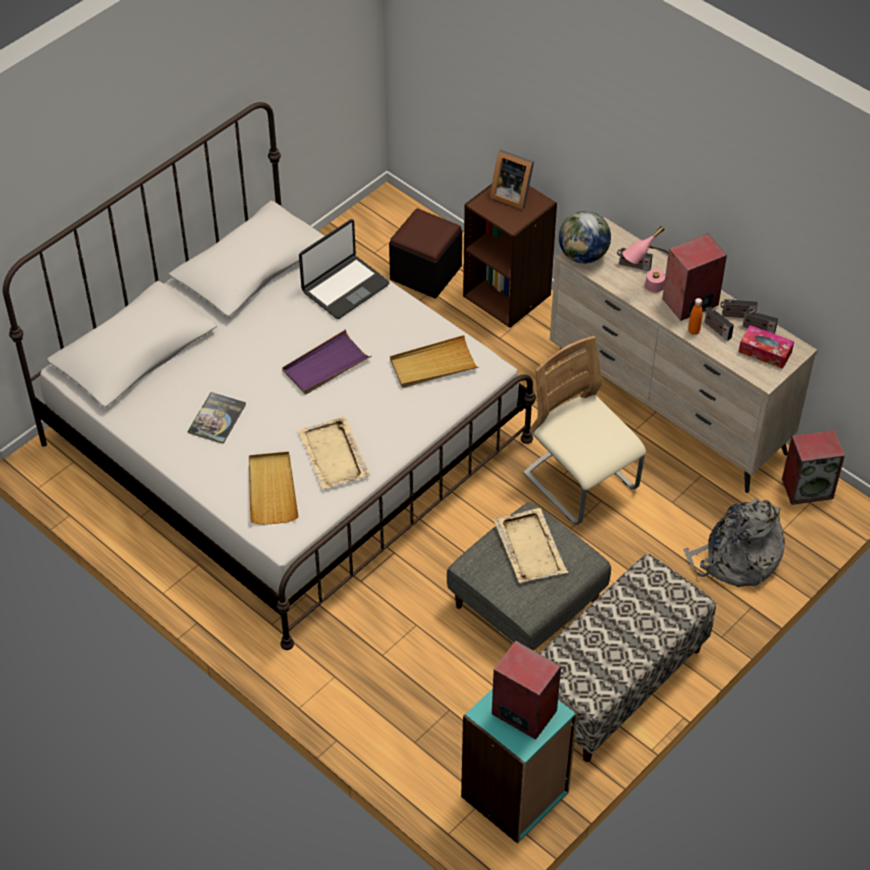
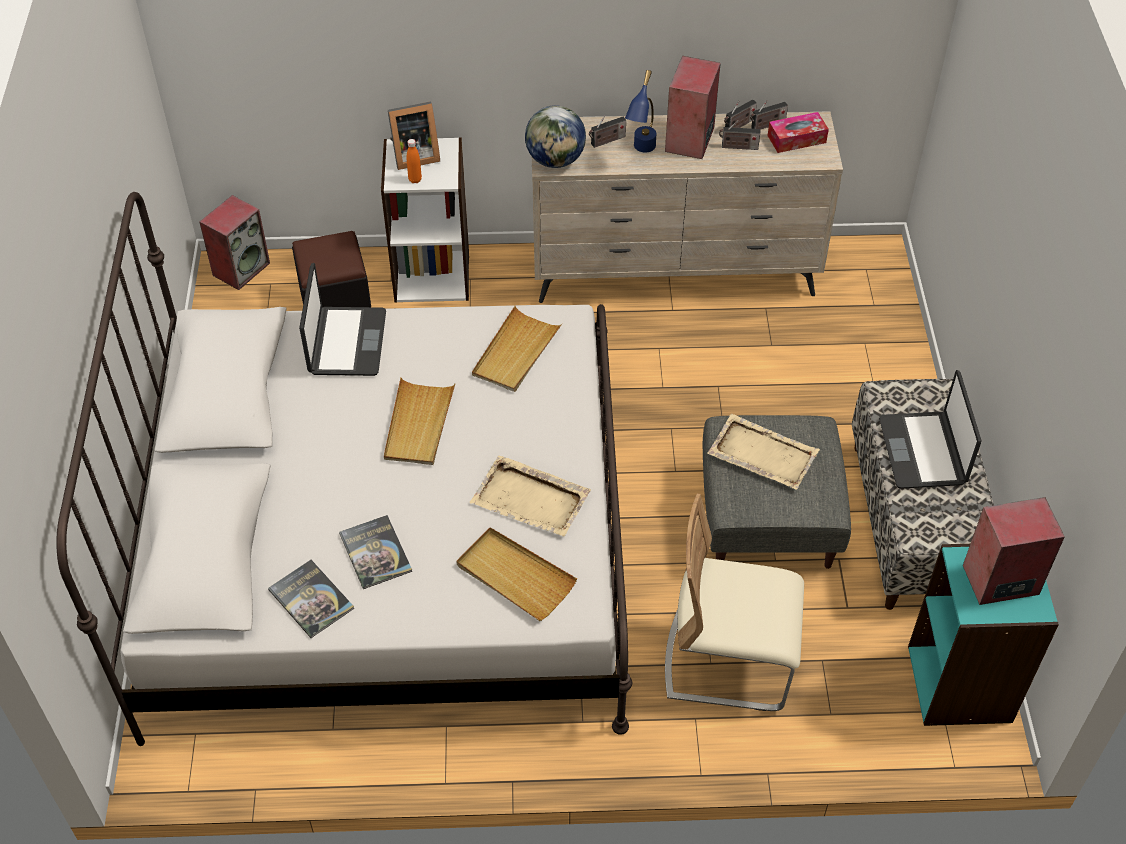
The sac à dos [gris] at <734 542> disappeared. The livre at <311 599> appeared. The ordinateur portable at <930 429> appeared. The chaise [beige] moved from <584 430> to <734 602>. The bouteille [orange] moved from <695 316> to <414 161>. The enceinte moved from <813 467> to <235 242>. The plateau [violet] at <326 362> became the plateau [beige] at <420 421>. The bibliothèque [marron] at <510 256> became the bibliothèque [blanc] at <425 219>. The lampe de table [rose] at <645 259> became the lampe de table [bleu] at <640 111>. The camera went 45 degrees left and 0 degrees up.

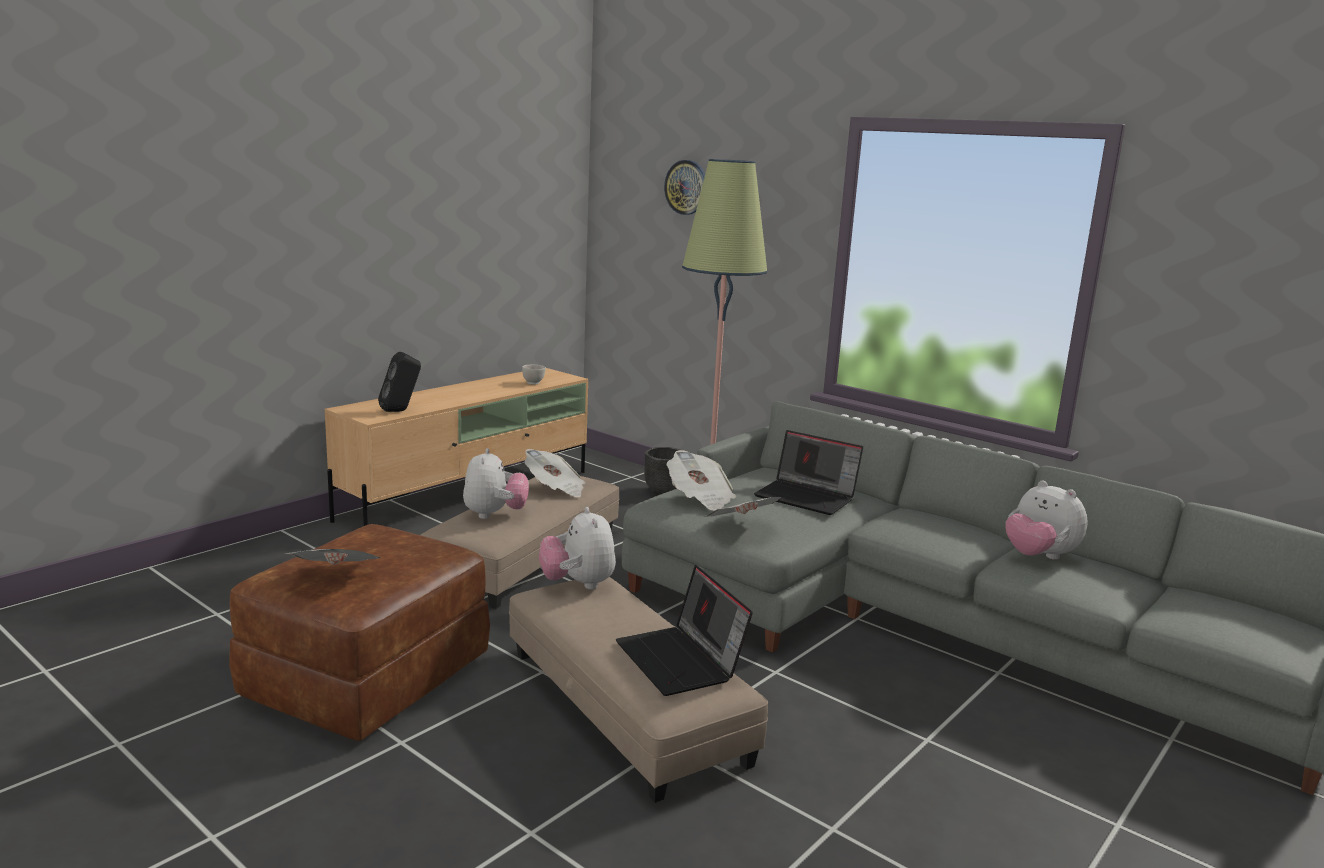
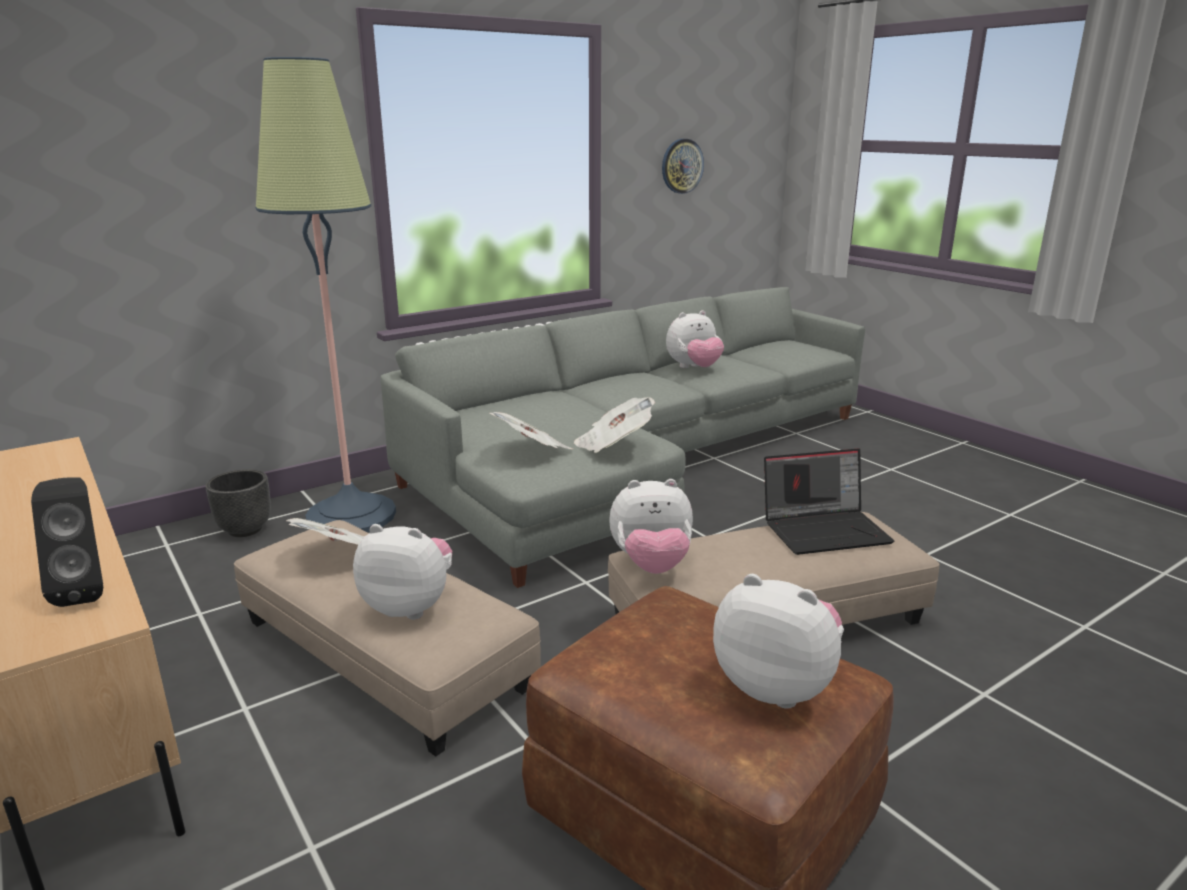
The bol [blanc] at <534 375> disappeared. The ordinateur portable at <808 472> disappeared. The horloge murale moved from <684 187> to <683 166>. The journal at <333 557> was replaced by the peluche at <778 641>. The camera went 75 degrees left and 5 degrees up.

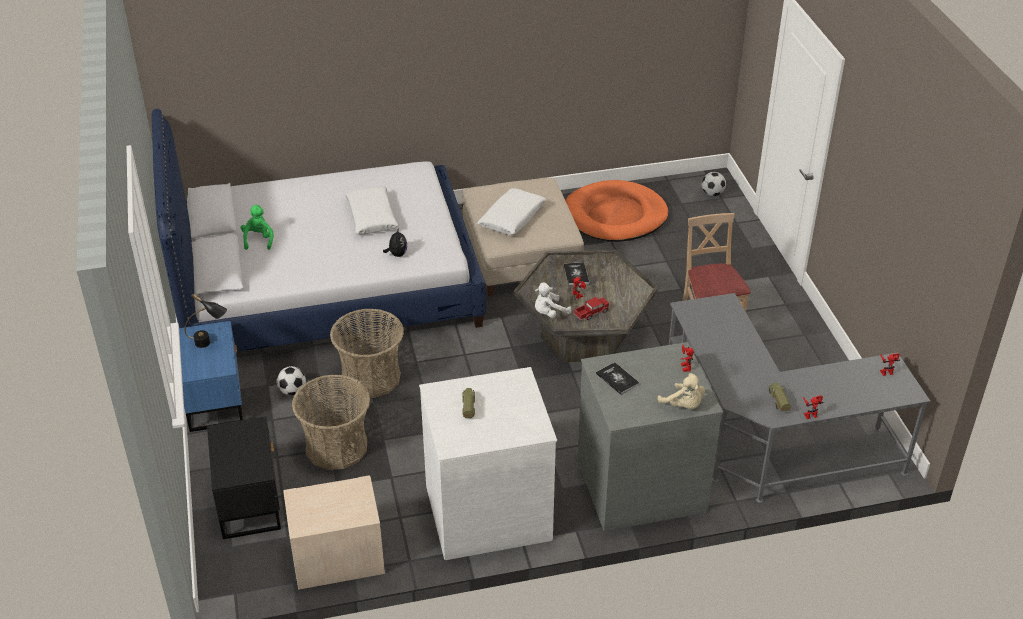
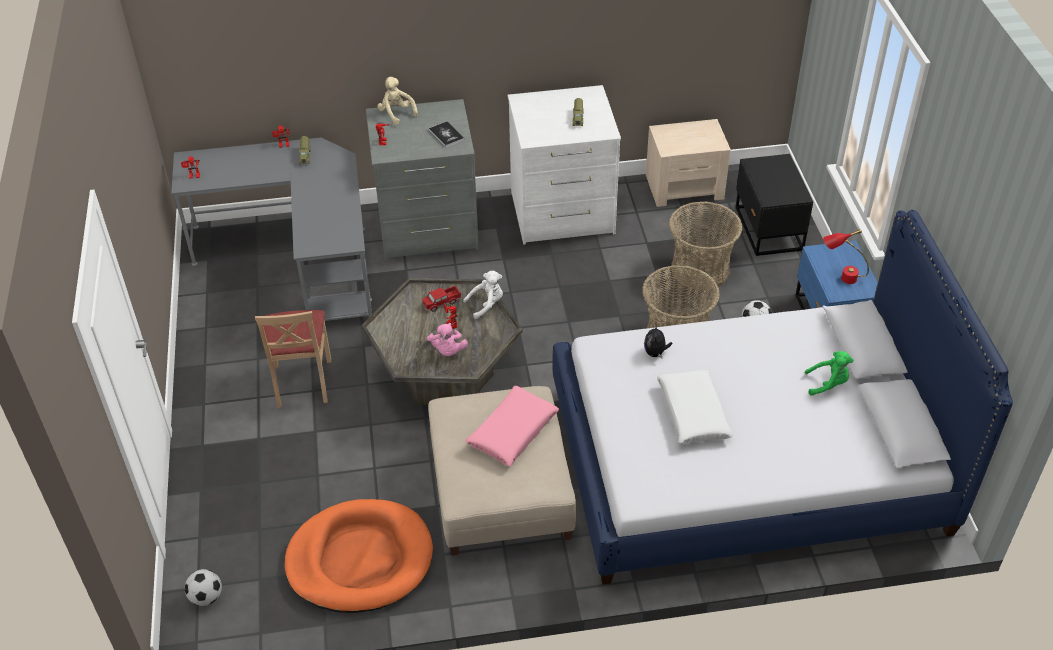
The livre at <576 273> was replaced by the peluche [rose] at <447 339>. The lampe de table [noir] at <206 321> became the lampe de table [rouge] at <846 256>. The coussin [blanc] at <512 211> became the coussin [rose] at <512 426>. The peluche [vert] at <257 227> turned 90 degrees counterclockwise. The camera went 175 degrees left and 5 degrees up.

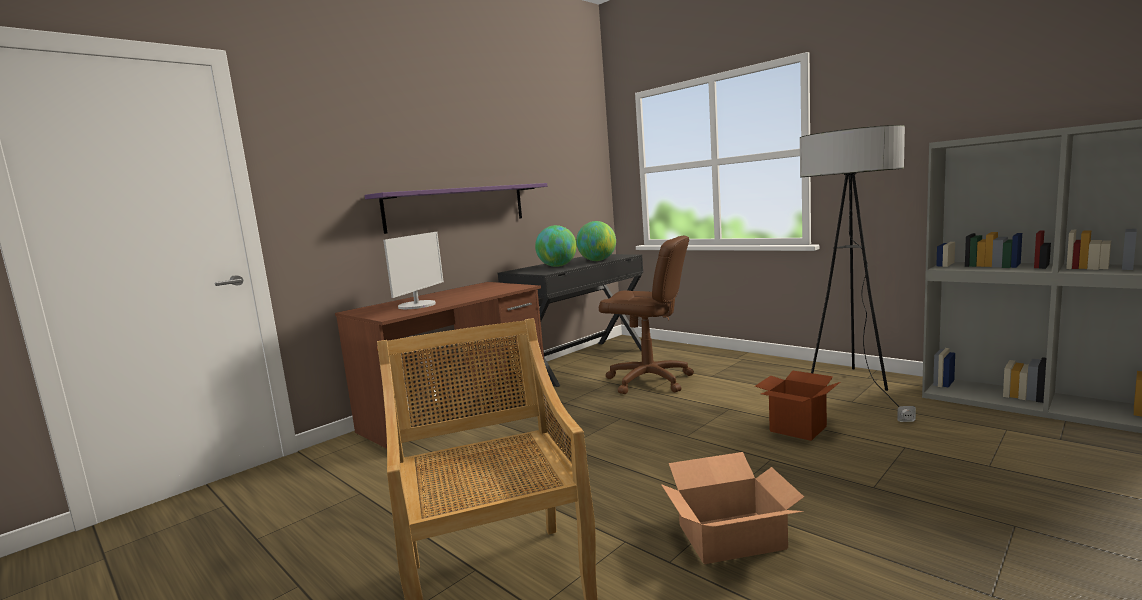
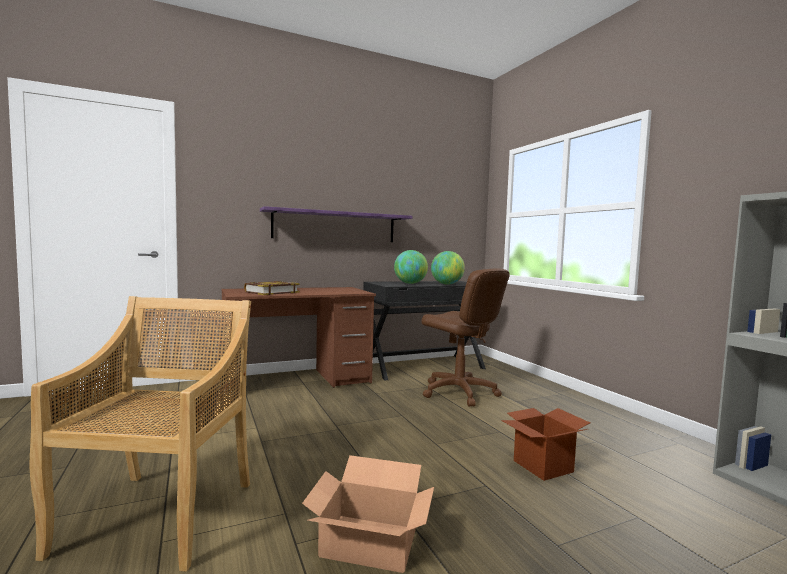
The lampadaire at <858 273> disappeared. The écran d'ordinateur at <413 270> was replaced by the livre at <272 288>. The camera went 20 degrees right and 5 degrees down.

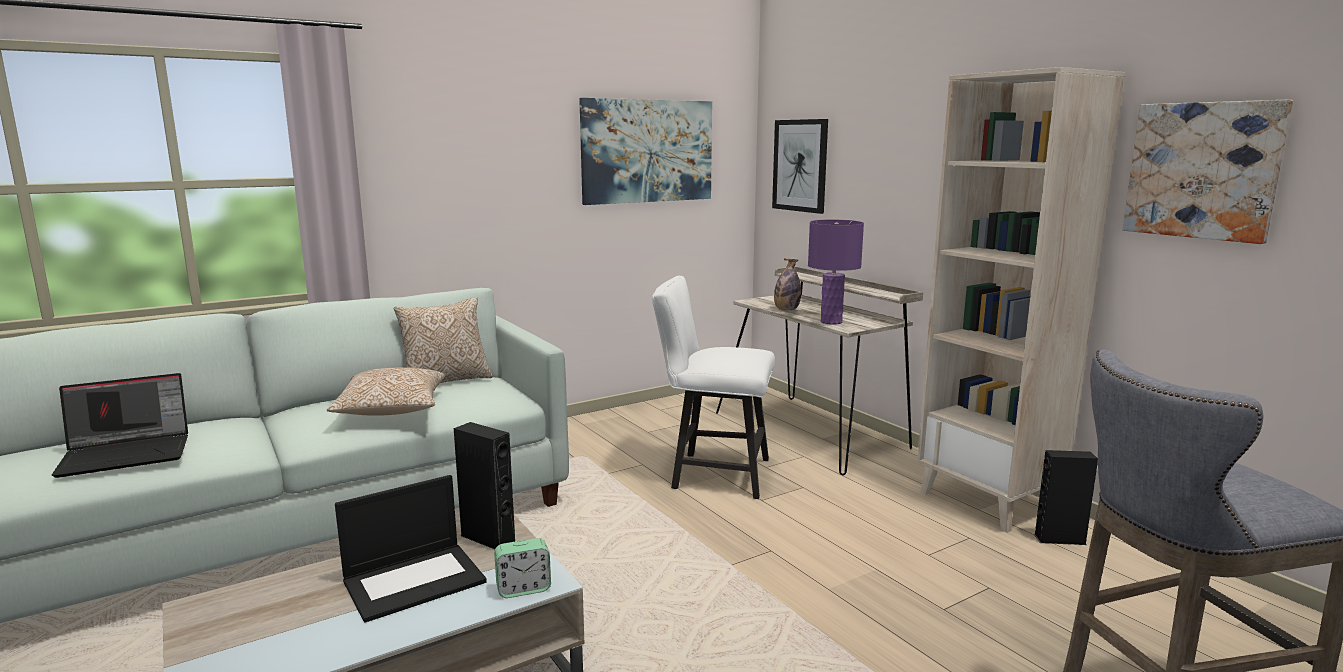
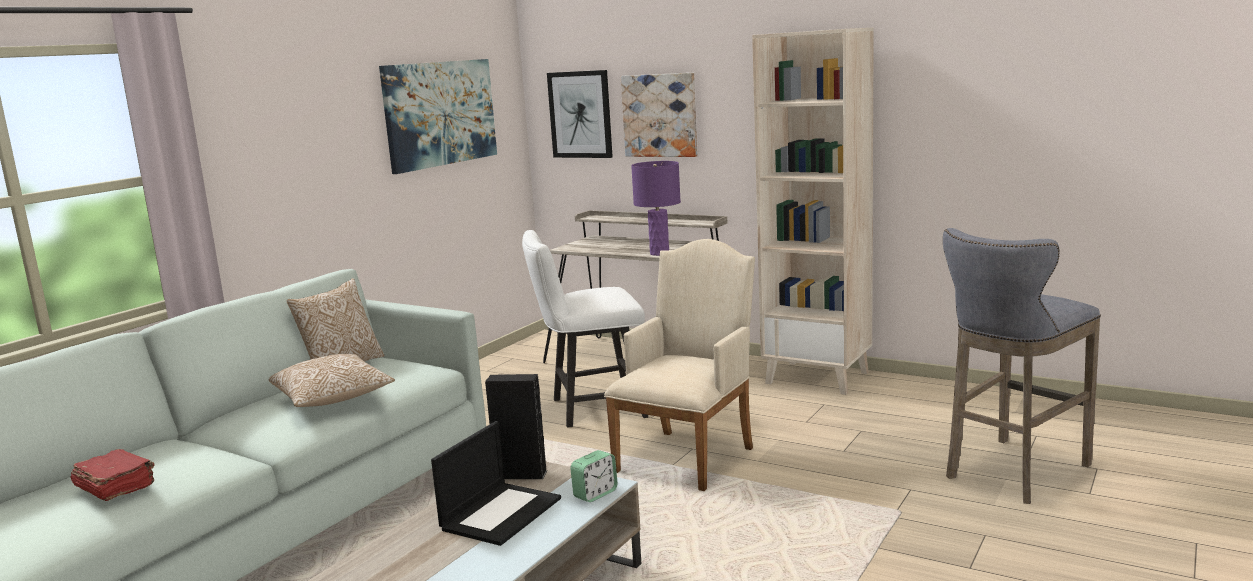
The bouteille at <787 284> disappeared. The enceinte [noir] at <1066 497> disappeared. The fauteuil [beige] at <679 365> appeared. The tableau moved from <1208 172> to <659 115>. The ordinateur portable at <120 425> was replaced by the livre [rouge] at <113 475>. The camera went 25 degrees left and 0 degrees up.

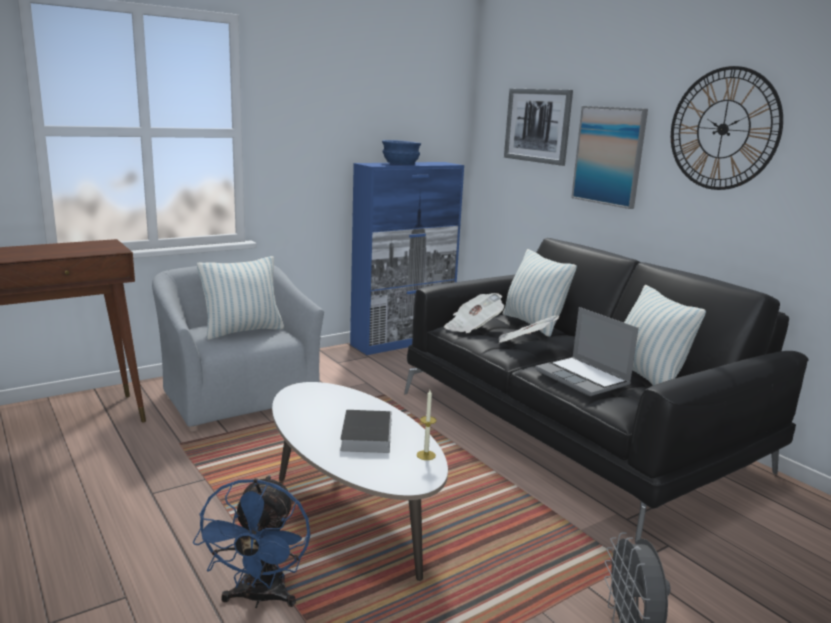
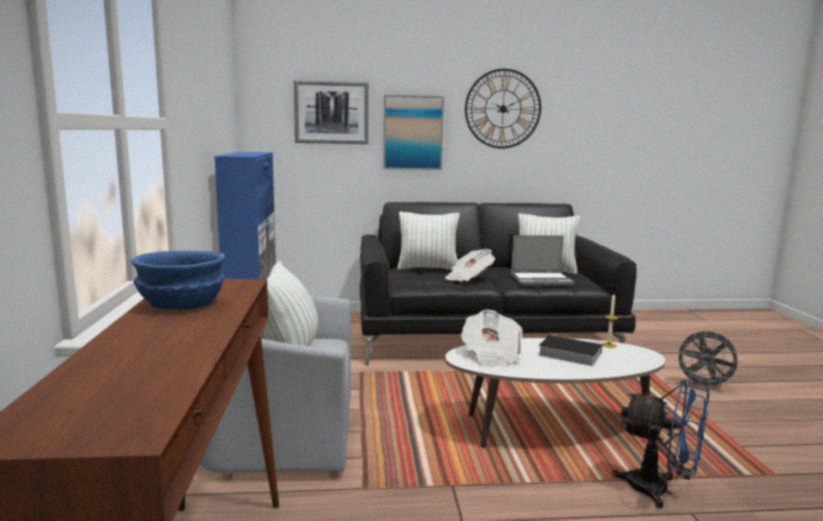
The bol [bleu] moved from <401 152> to <178 280>. The journal moved from <474 313> to <491 339>. The camera went 60 degrees left and 5 degrees down.

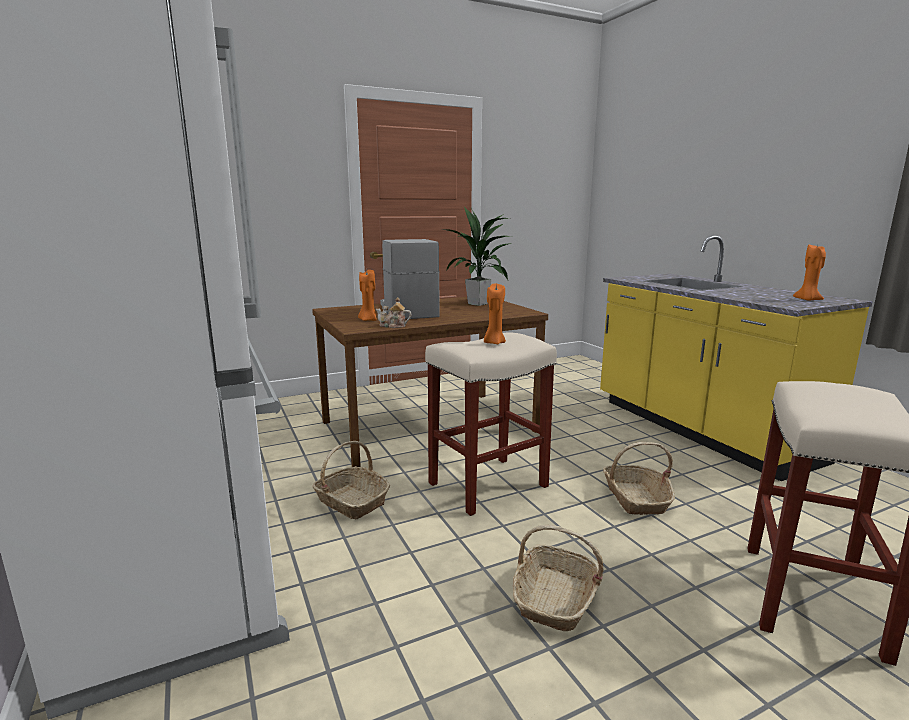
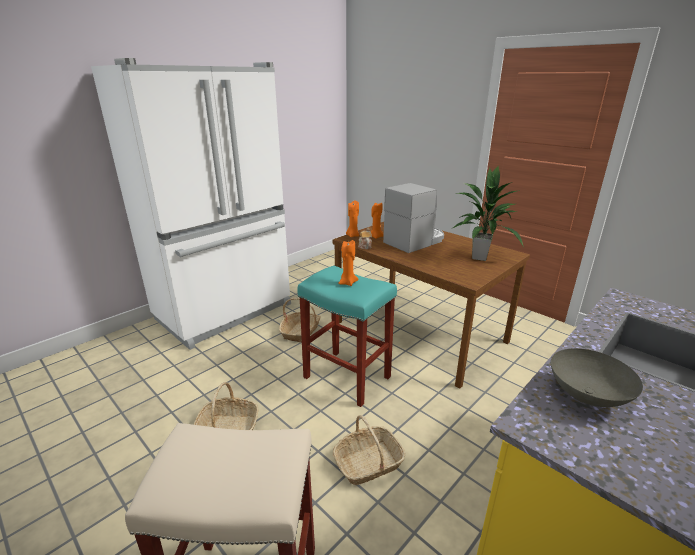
The bol [gris] at <597 377> appeared. The bougie [orange] moved from <809 273> to <352 219>. The tabouret [beige] at <491 424> became the tabouret [turquoise] at <347 336>. The camera went 70 degrees right and 10 degrees up.

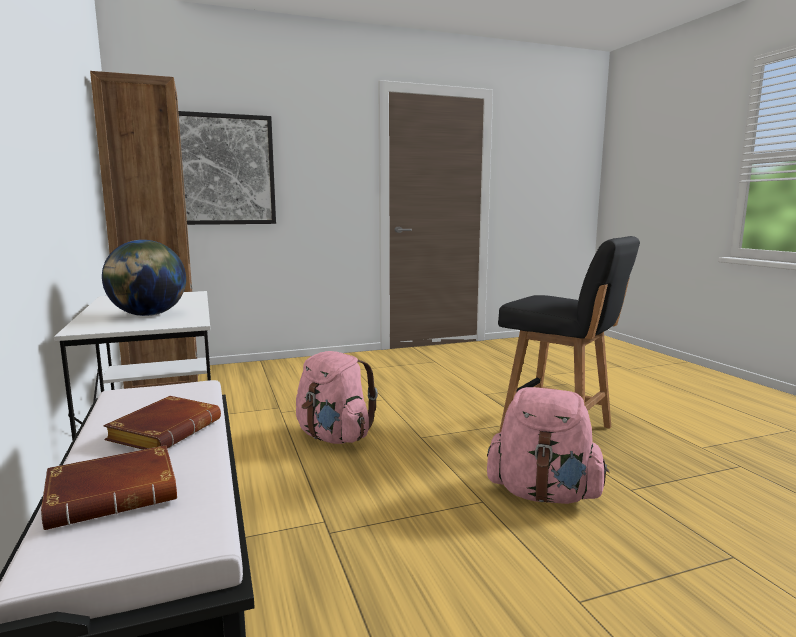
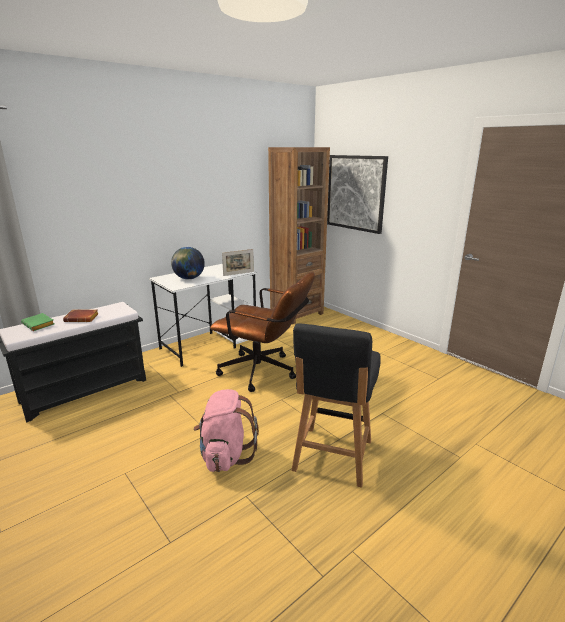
The cadre photo at <238 262> appeared. The sac à dos [rose] at <337 397> was replaced by the chaise de bureau [marron] at <262 332>. The livre [marron] at <109 487> became the livre [vert] at <37 322>. The camera went 70 degrees right and 10 degrees up.

